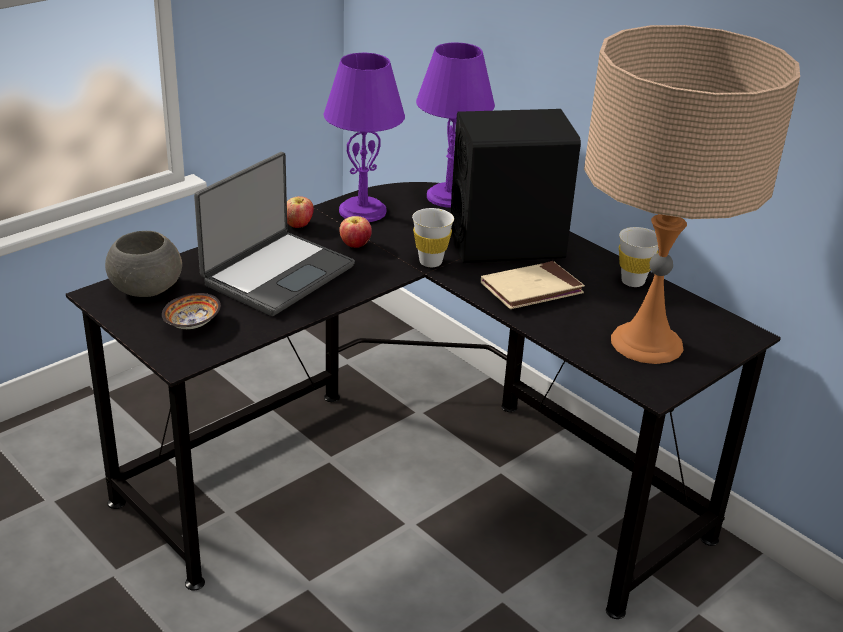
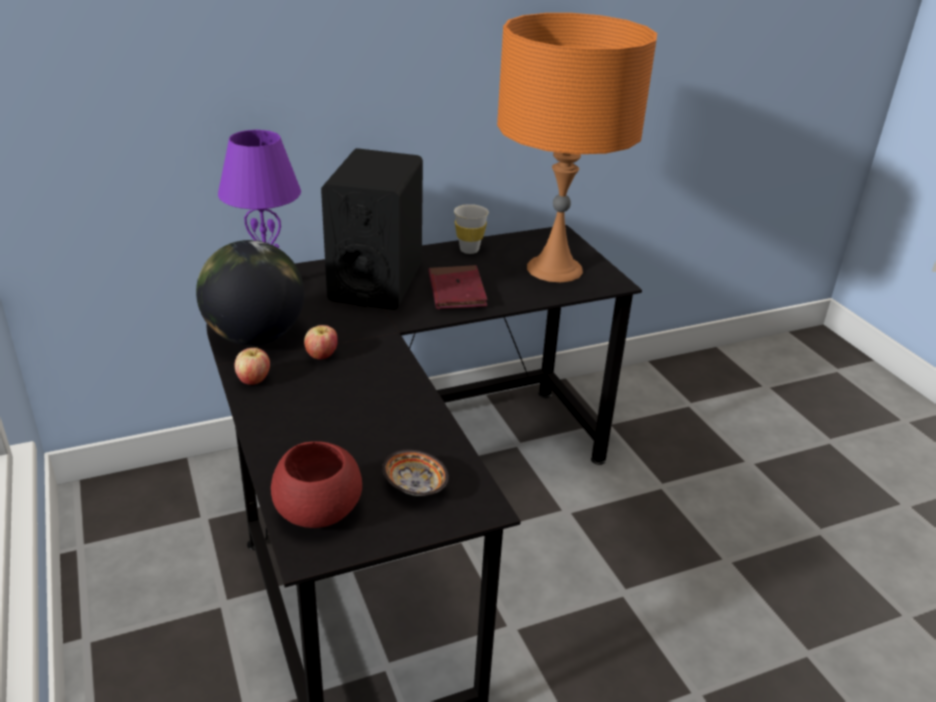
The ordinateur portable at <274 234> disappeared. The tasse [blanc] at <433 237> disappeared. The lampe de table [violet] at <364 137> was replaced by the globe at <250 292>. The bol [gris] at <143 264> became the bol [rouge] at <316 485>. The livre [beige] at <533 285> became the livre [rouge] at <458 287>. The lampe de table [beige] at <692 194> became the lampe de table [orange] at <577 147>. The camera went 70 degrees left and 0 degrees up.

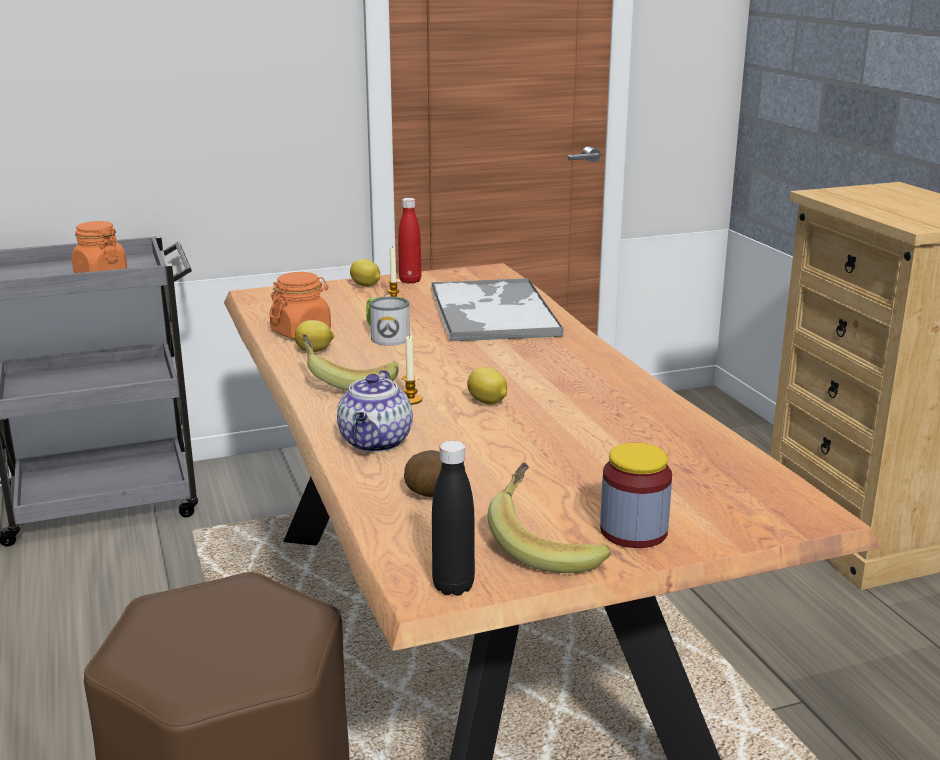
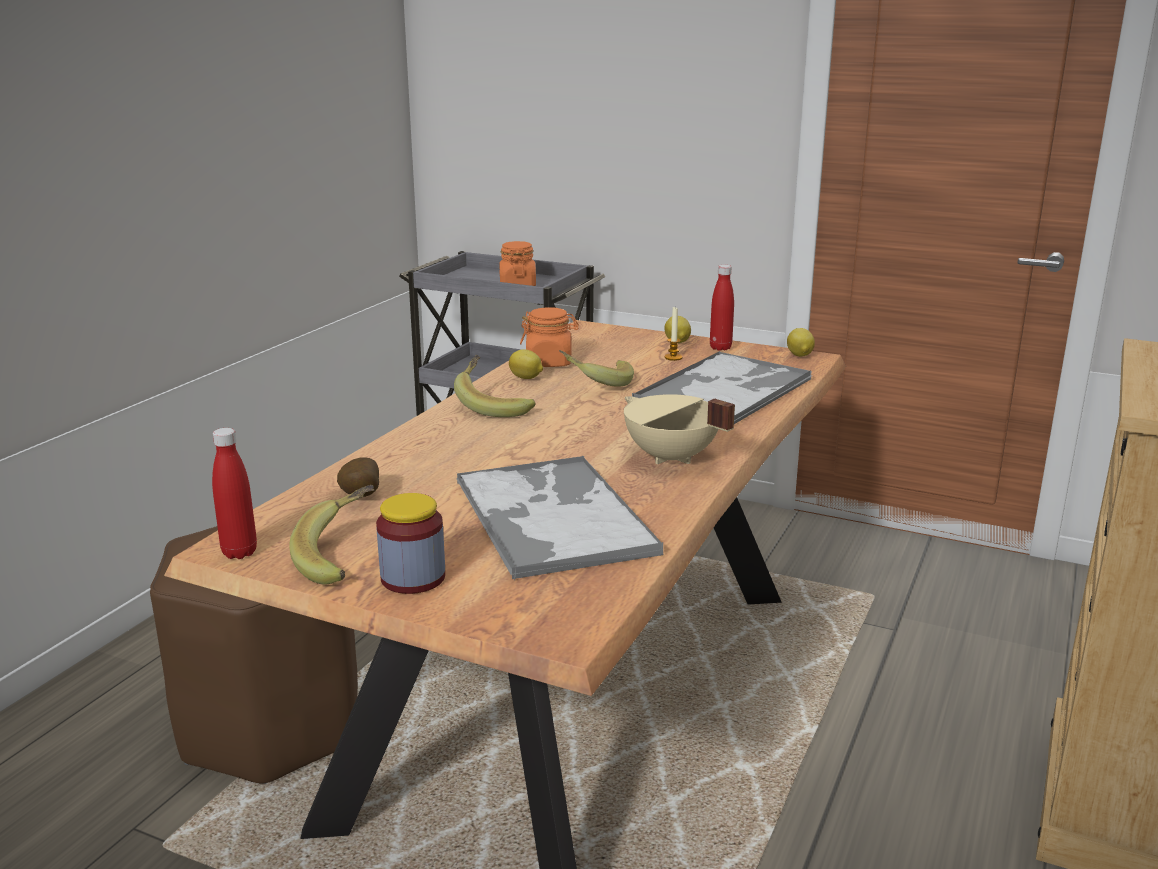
The théière at <375 411> disappeared. The bougie at <411 370> disappeared. The plateau at <559 518> appeared. The marmite [beige] at <679 429> appeared. The citron moved from <487 386> to <801 342>. The mug at <388 321> was replaced by the banane at <596 368>. The bouteille [noir] at <453 518> became the bouteille [rouge] at <234 493>. The camera went 45 degrees right and 0 degrees up.

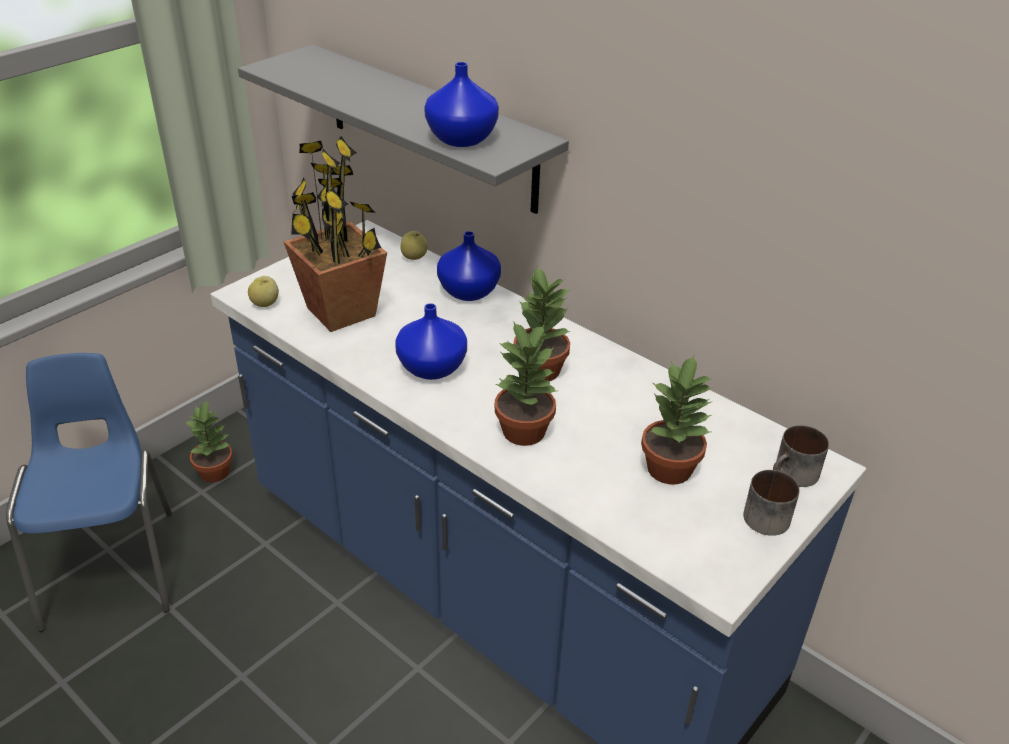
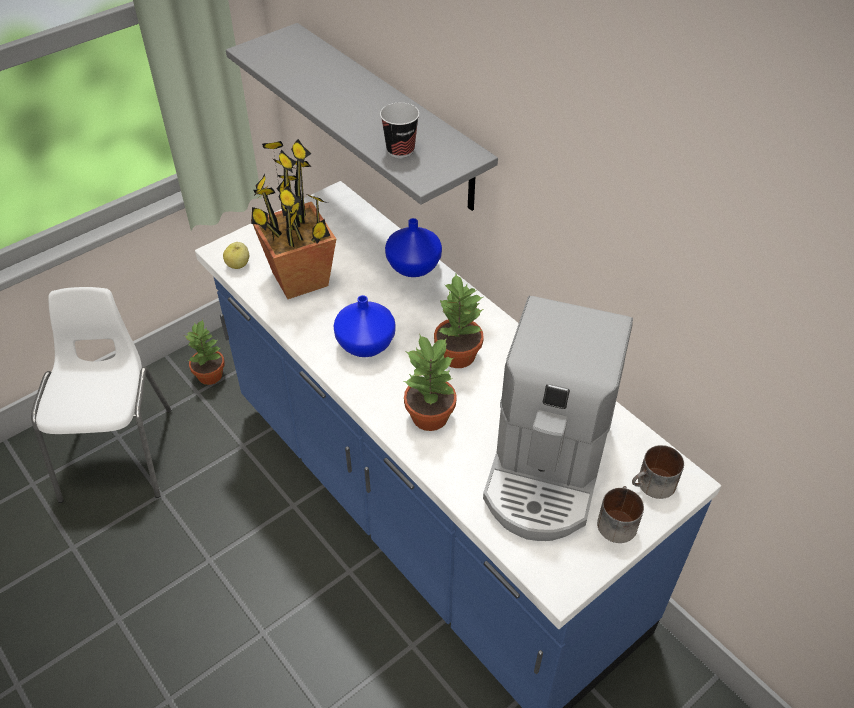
The pomme at <414 245> disappeared. The vase [bleu] at <461 104> was replaced by the tasse at <399 130>. The plante en pot at <676 420> was replaced by the machine à café at <558 418>. The chaise [bleu] at <89 492> became the chaise [blanc] at <101 395>. The camera went 10 degrees right and 10 degrees up.

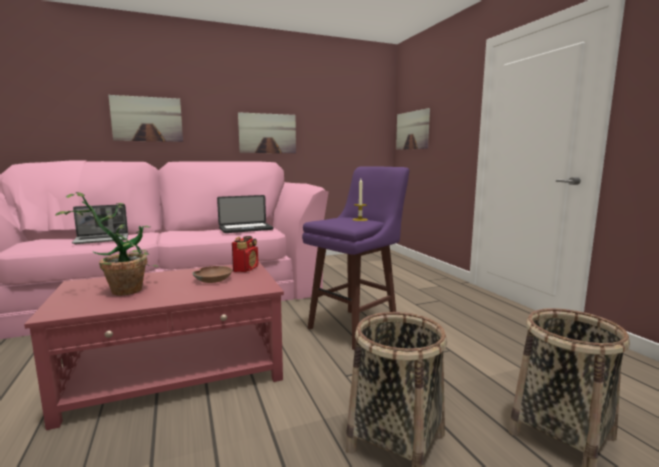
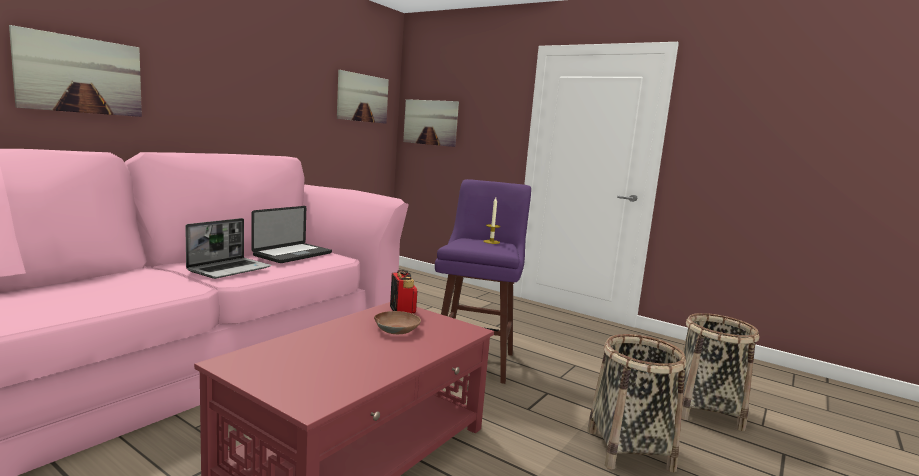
The plante en pot at <107 244> disappeared. The ordinateur portable moved from <100 224> to <228 248>. The tableau moved from <267 132> to <363 97>. The camera went 35 degrees left and 0 degrees up.

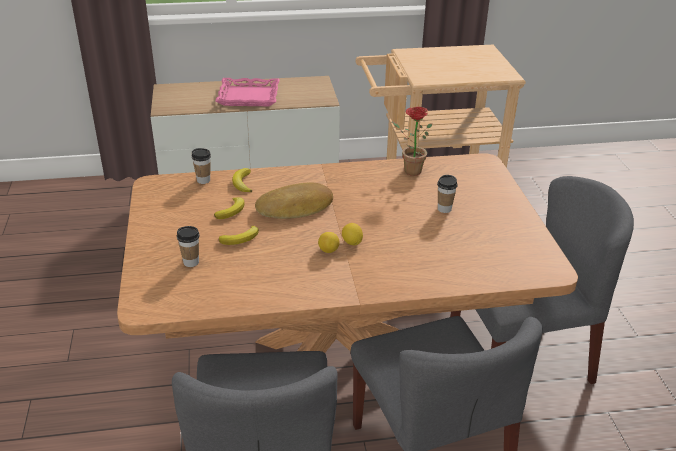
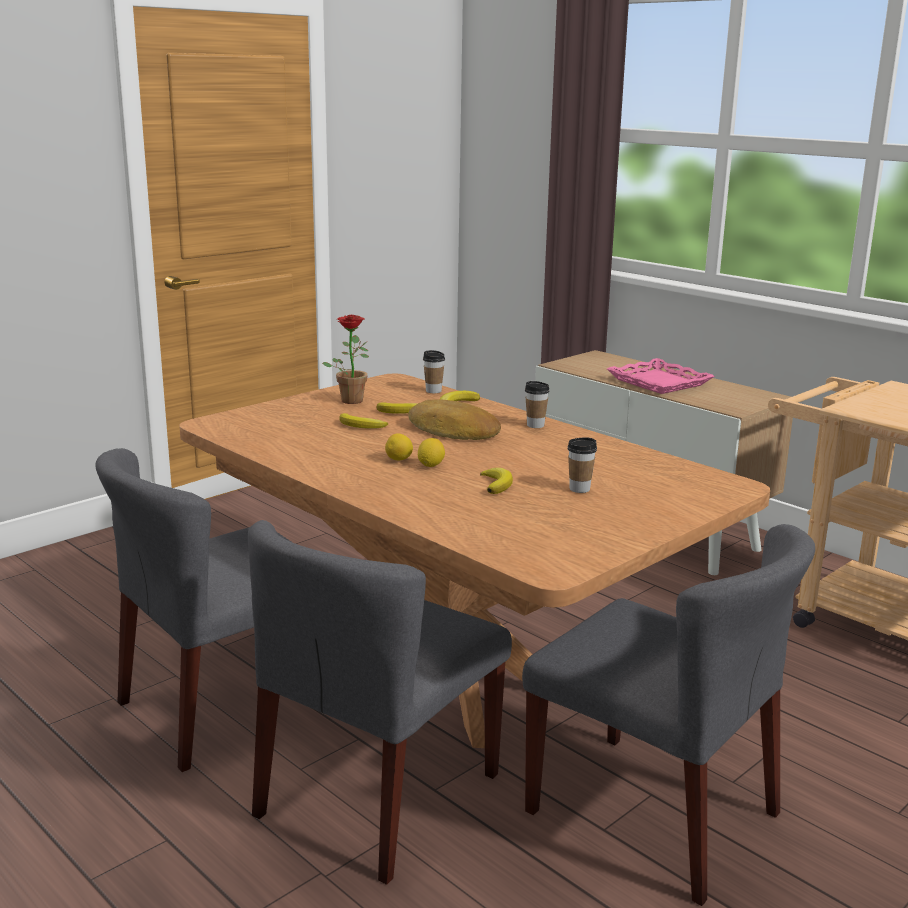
The banane at <496 481> appeared. The tasse moved from <188 246> to <537 404>. The plante en pot moved from <412 141> to <345 359>. The camera went 55 degrees right and 15 degrees down.

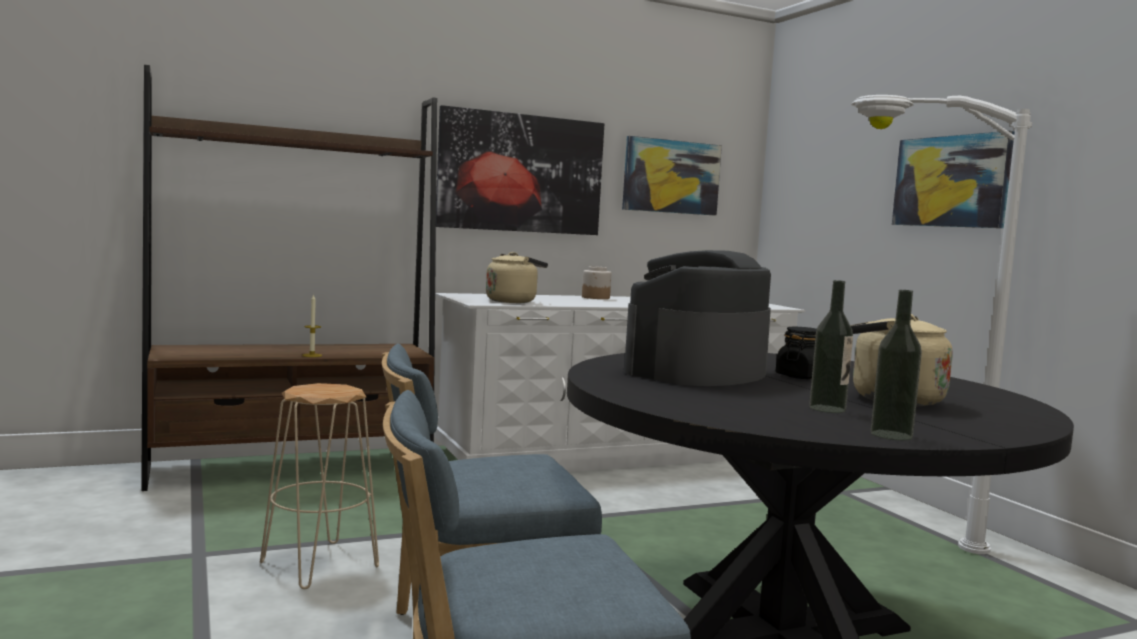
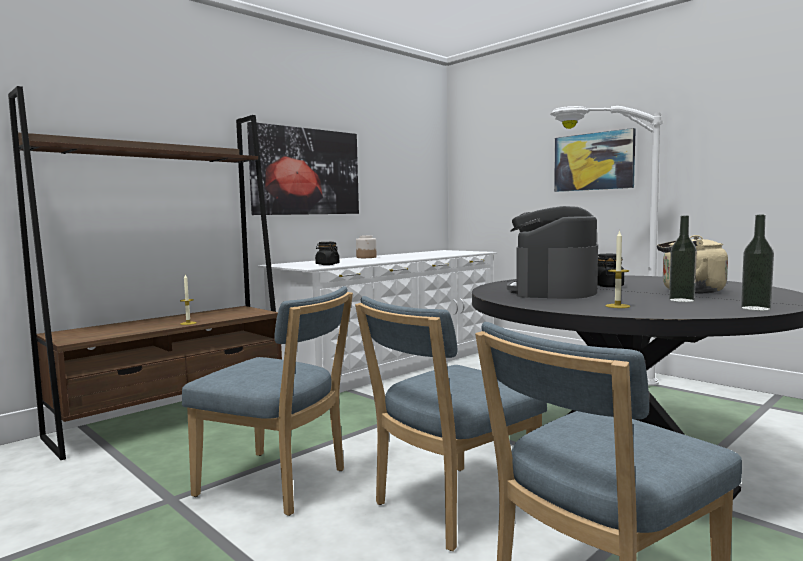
The tableau at <672 176> disappeared. The bougie at <617 269> appeared. The tabouret [beige] at <319 486> was replaced by the chaise [bleu] at <267 401>. The bouilloire [beige] at <517 277> was replaced by the bocal [noir] at <327 253>. The camera went 20 degrees left and 0 degrees up.

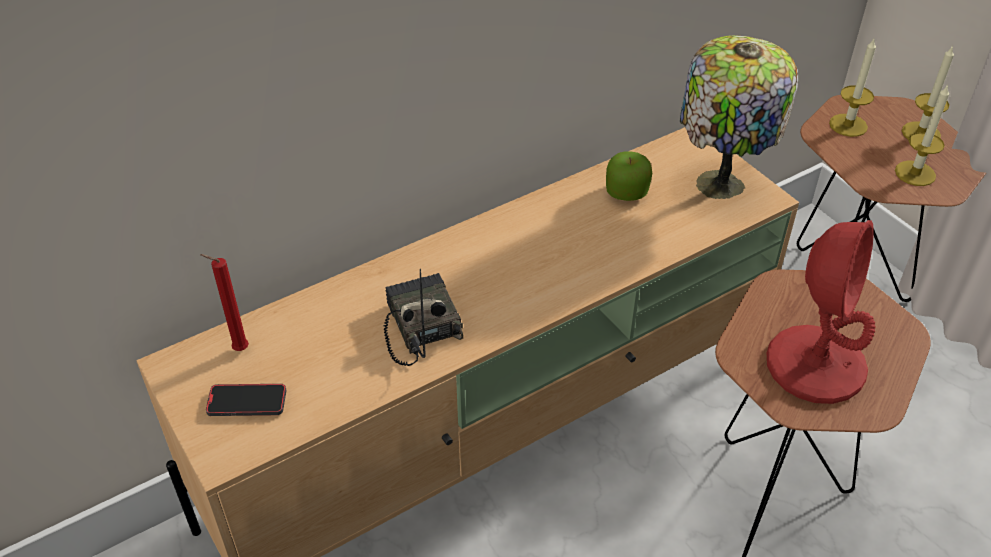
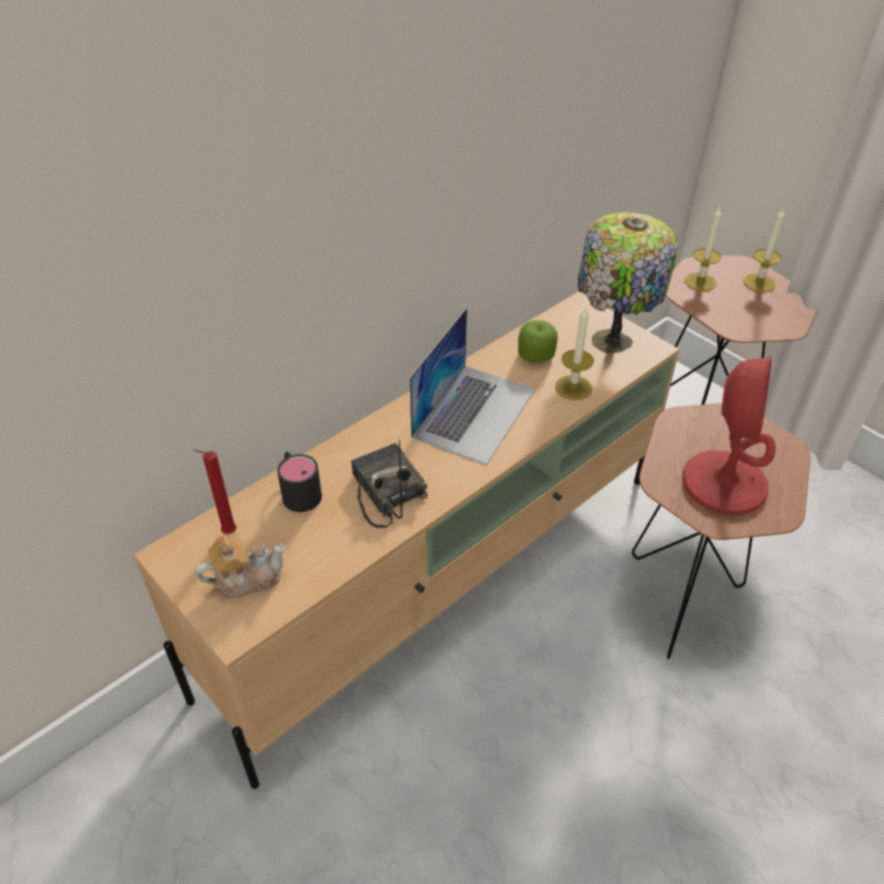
The mug [noir] at <299 482> appeared. The ordinateur portable at <472 386> appeared. The bougie moved from <922 135> to <574 353>. The téléphone at <246 400> was replaced by the théière at <241 566>. The camera went 10 degrees left and 0 degrees up.

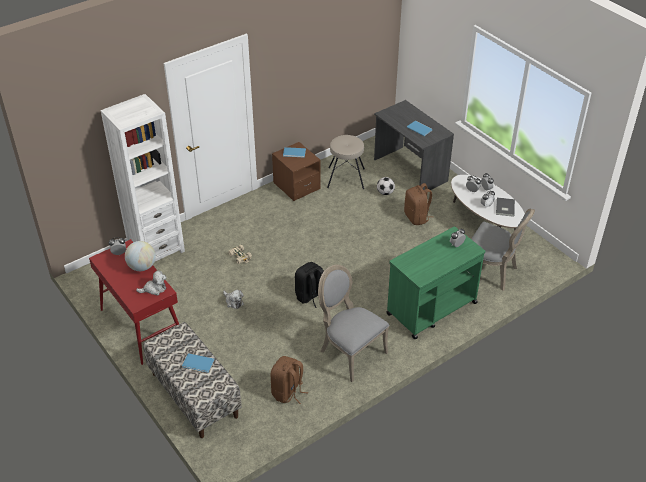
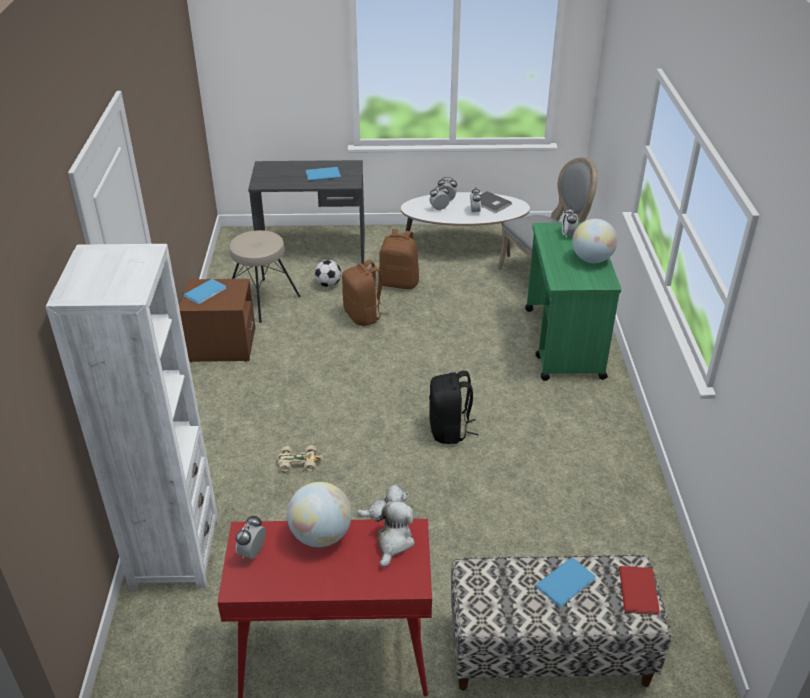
The chaise [gris] at <353 323> disappeared. The globe at <594 241> appeared. The livre [rouge] at <639 590> appeared. The sac à dos [marron] moved from <289 380> to <365 293>. The camera went 55 degrees left and 5 degrees down.

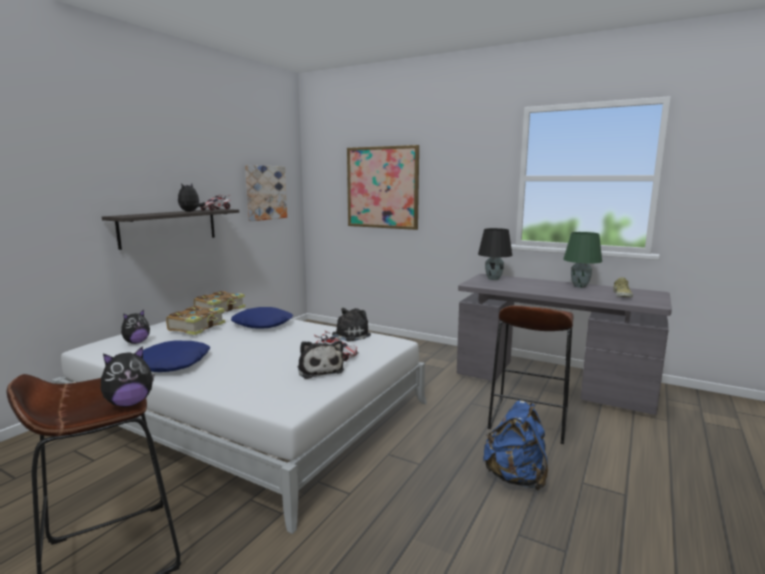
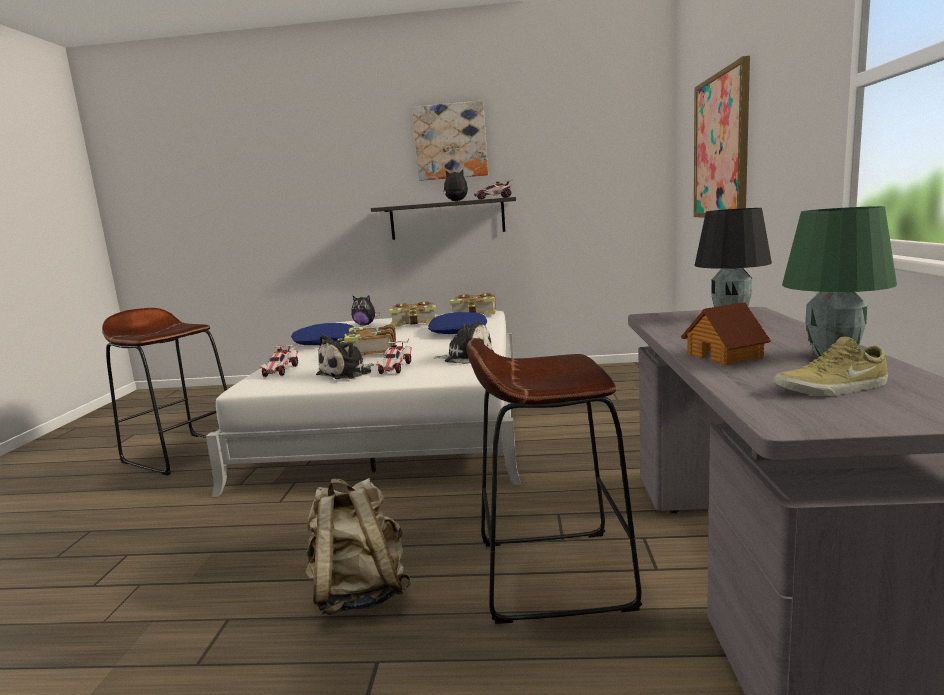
The peluche at <127 376> disappeared. The petite voiture at <279 359> appeared. The livre at <366 340> appeared. The maison miniature at <726 333> appeared. The tableau moved from <266 193> to <450 141>. The sac à dos [bleu] at <515 445> became the sac à dos [beige] at <358 546>. The camera went 65 degrees right and 0 degrees up.

